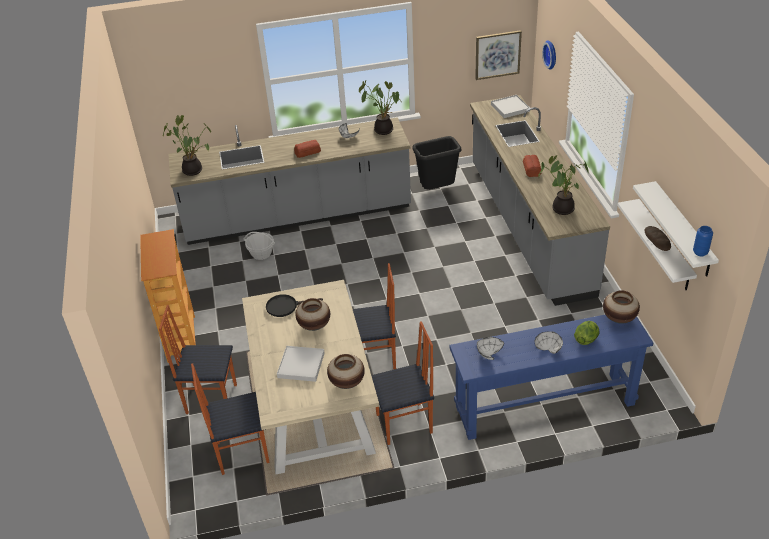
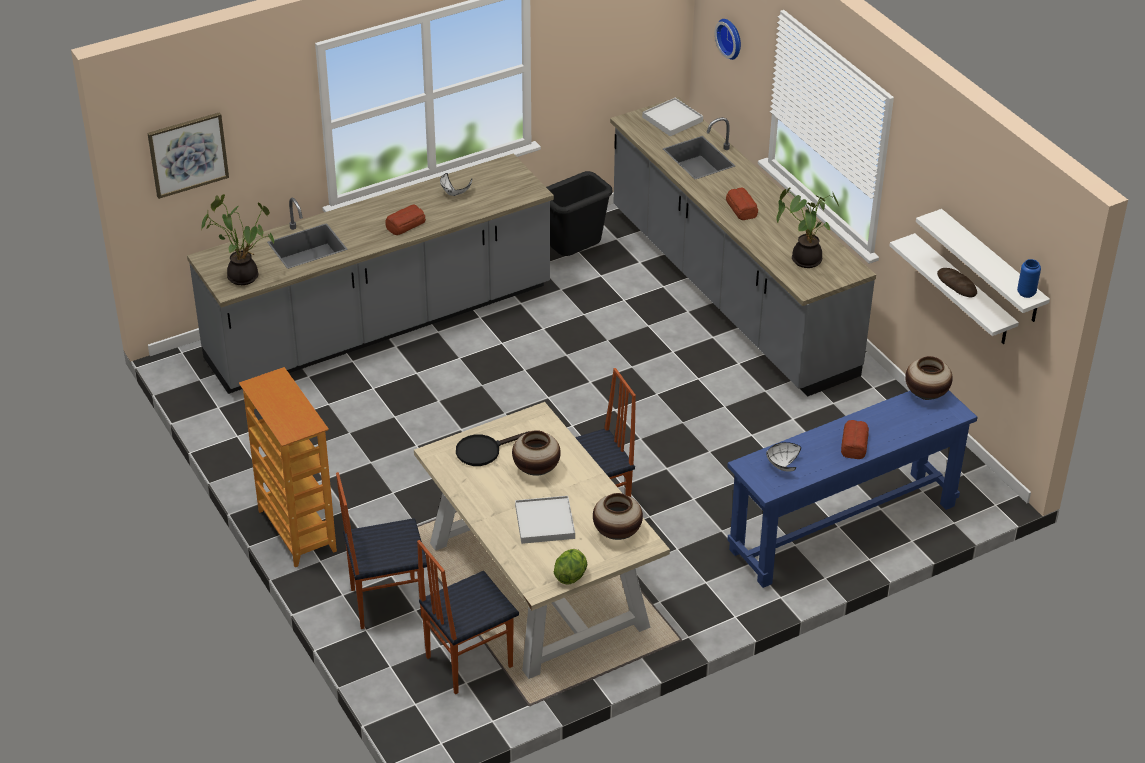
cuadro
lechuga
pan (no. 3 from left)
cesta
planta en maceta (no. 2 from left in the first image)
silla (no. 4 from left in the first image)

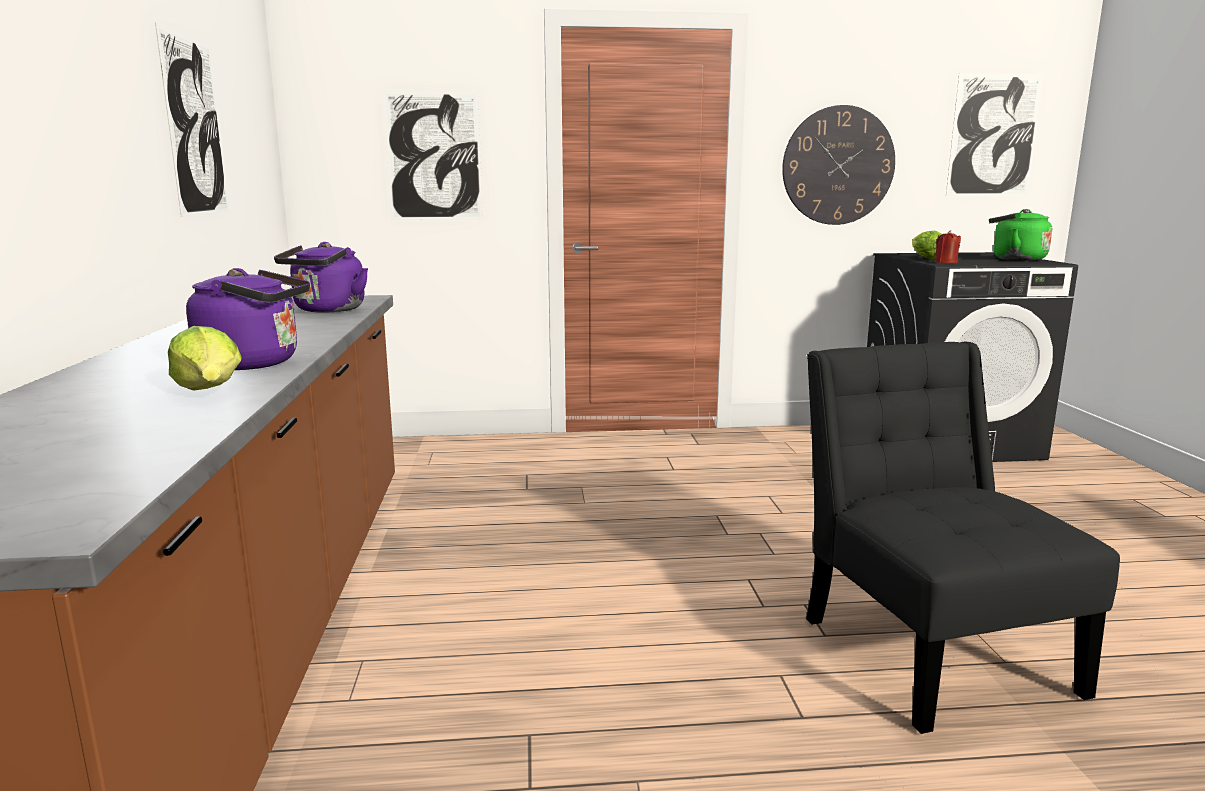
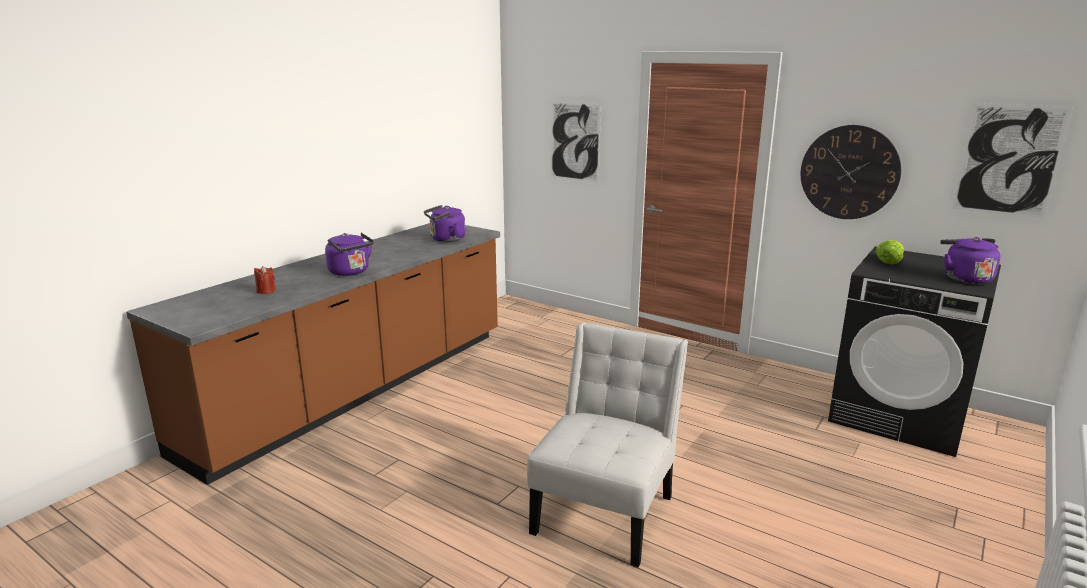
vela [rojo]
silla [blanco]
hervidor [morado] (no. 3 from left)
cuadro (no. 1 from left in the first image)
lechuga (no. 1 from left in the first image)

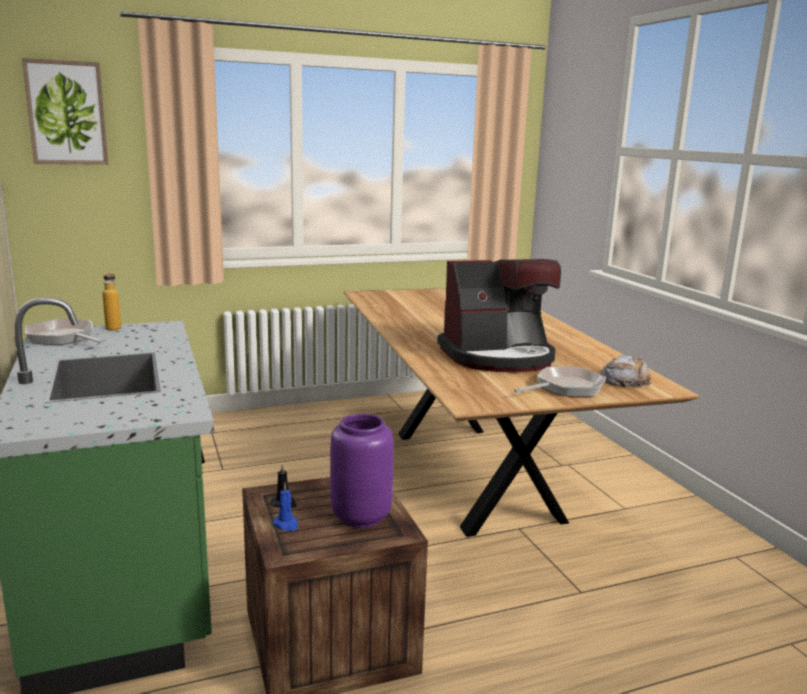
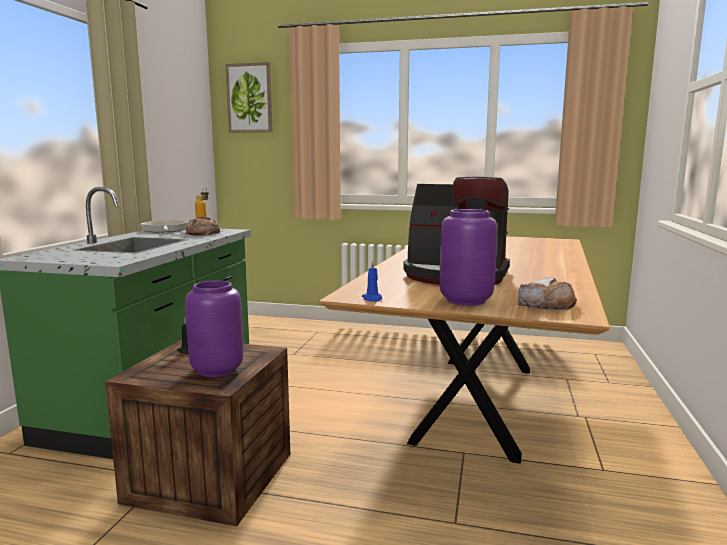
pan (no. 1 from left)
vela [azul]
florero [morado] (no. 2 from left)

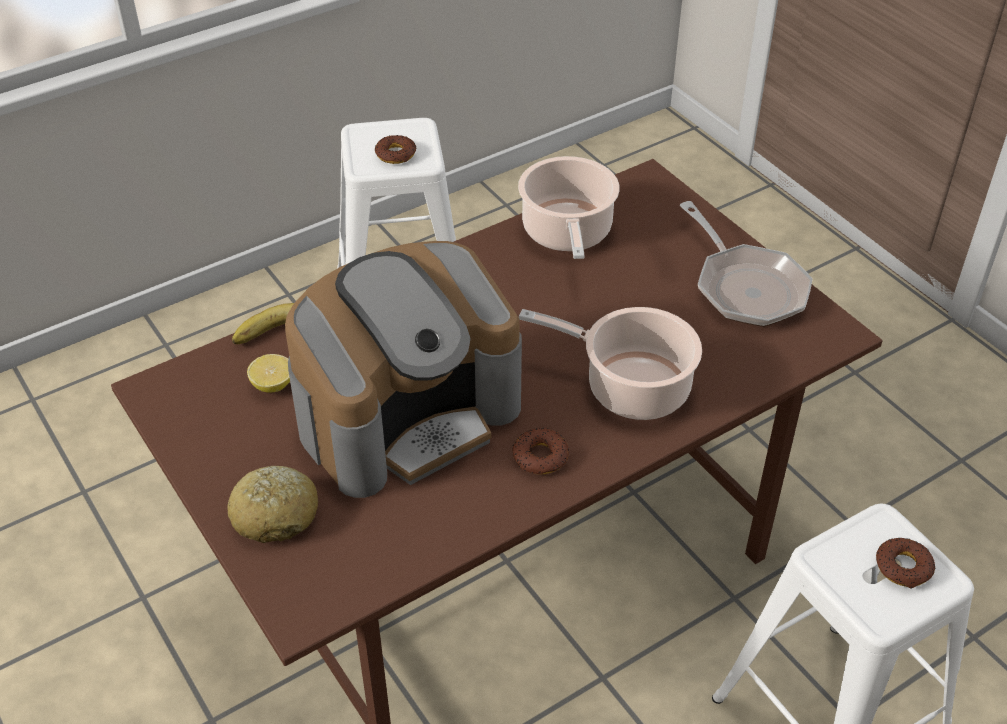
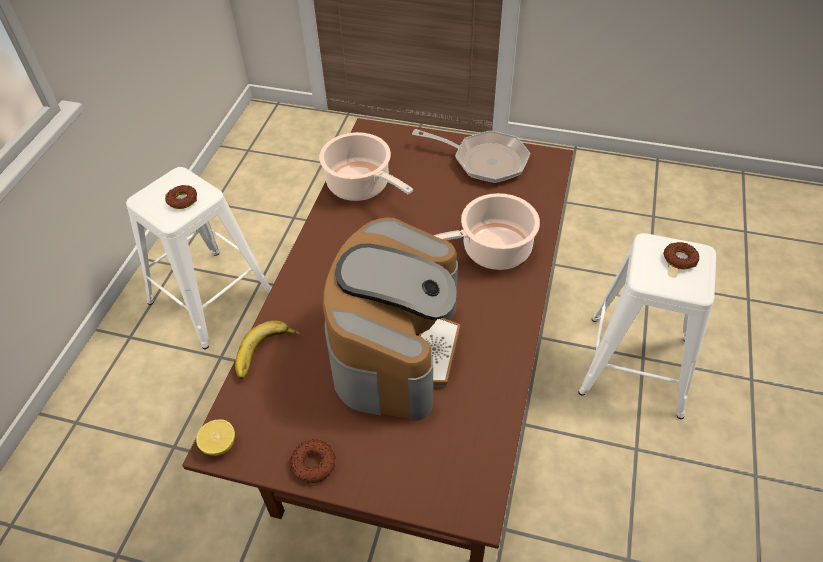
limón
rosquilla (no. 2 from left)
pan

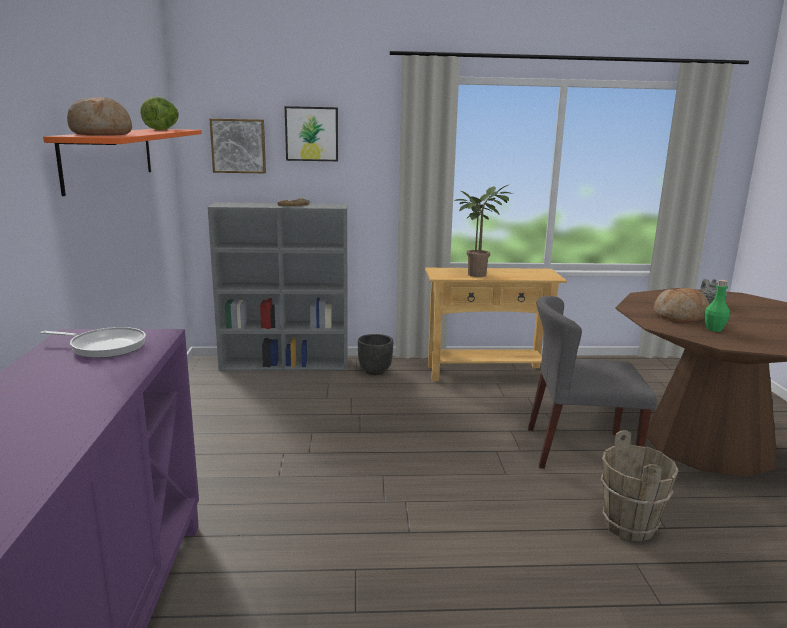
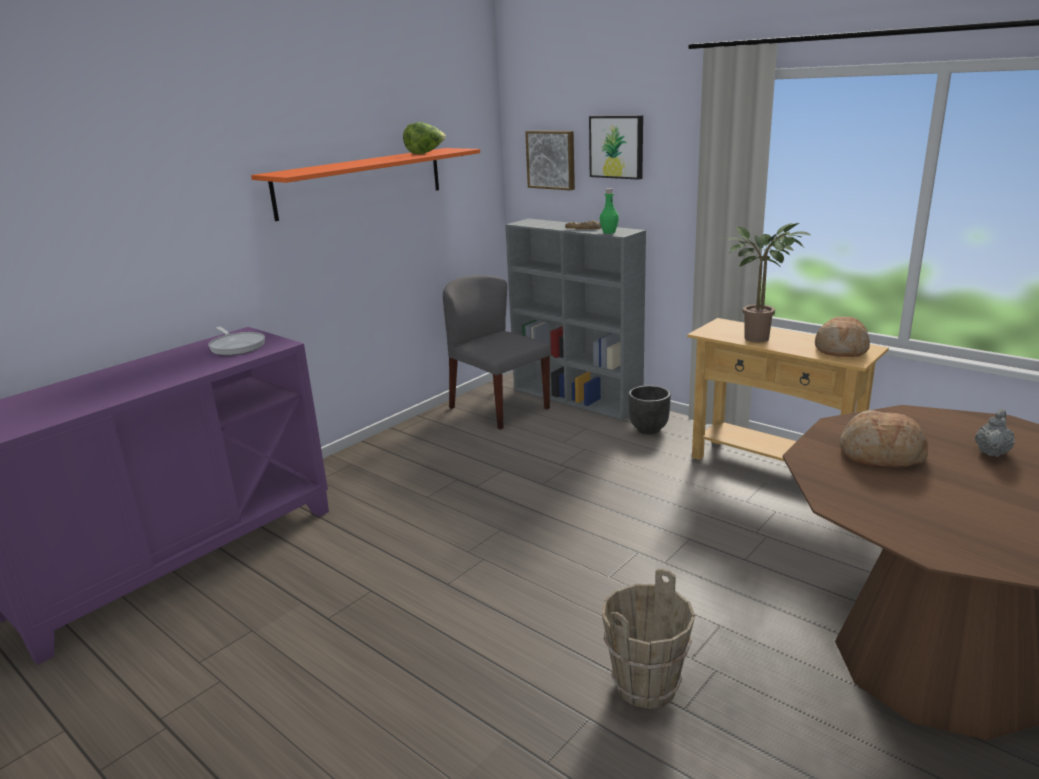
silla [gris]
botella [verde]
pan (no. 2 from left)

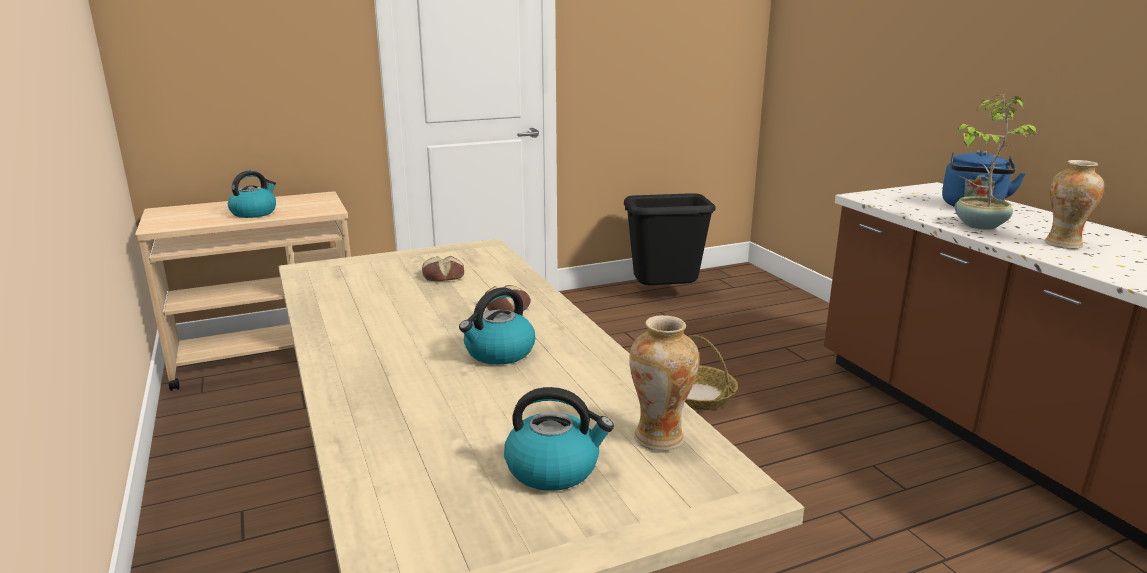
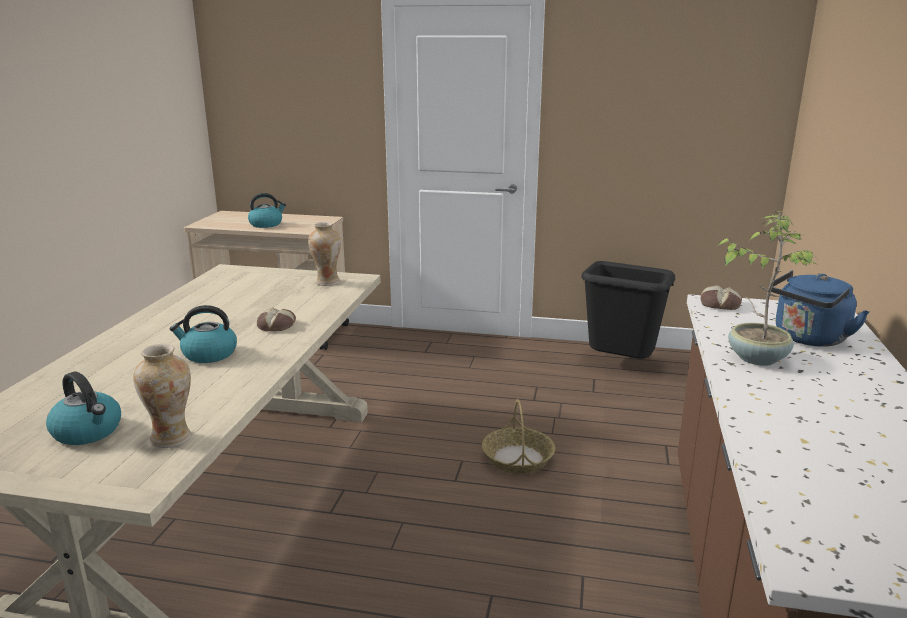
florero (no. 2 from left)
pan (no. 2 from left)

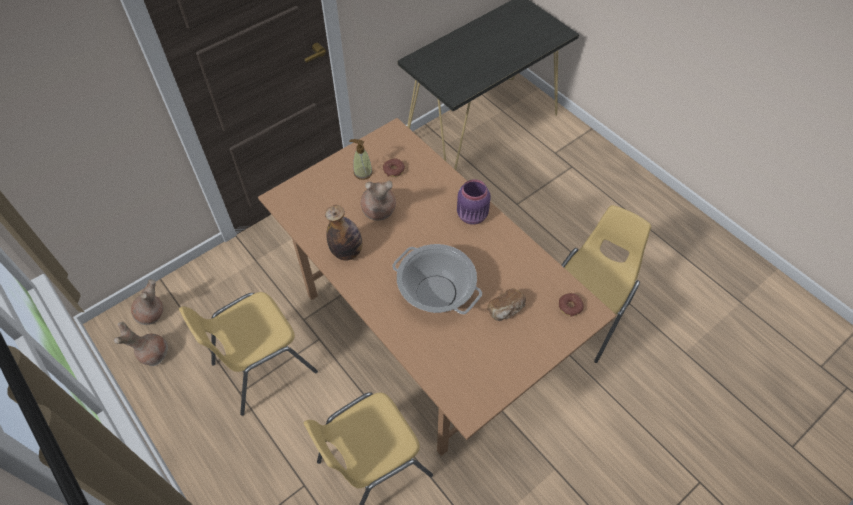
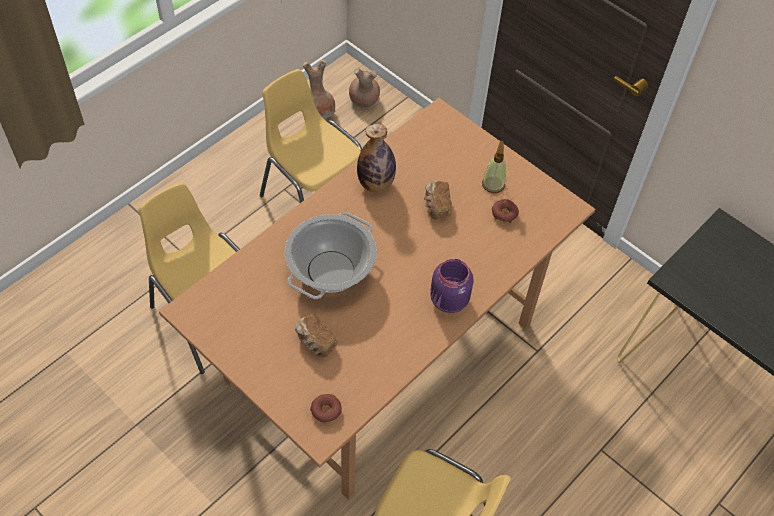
pan (no. 2 from left)

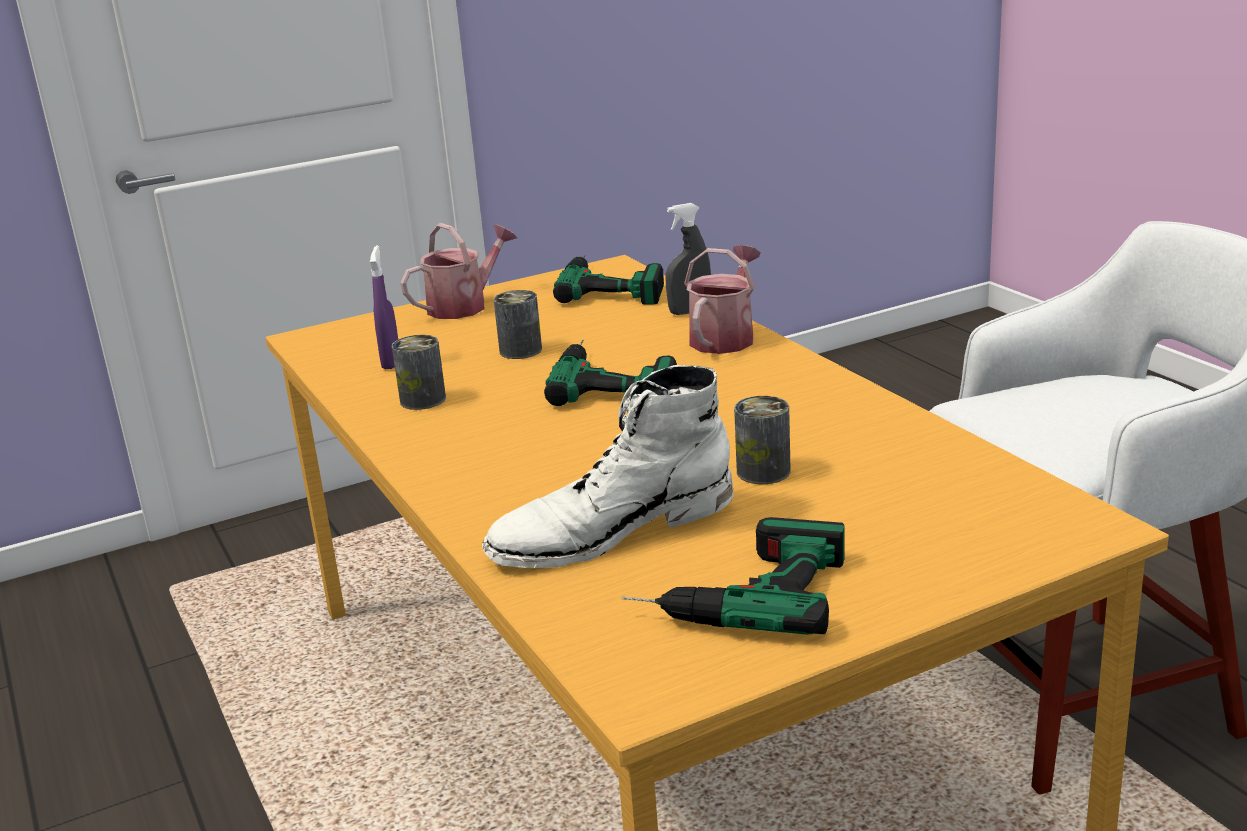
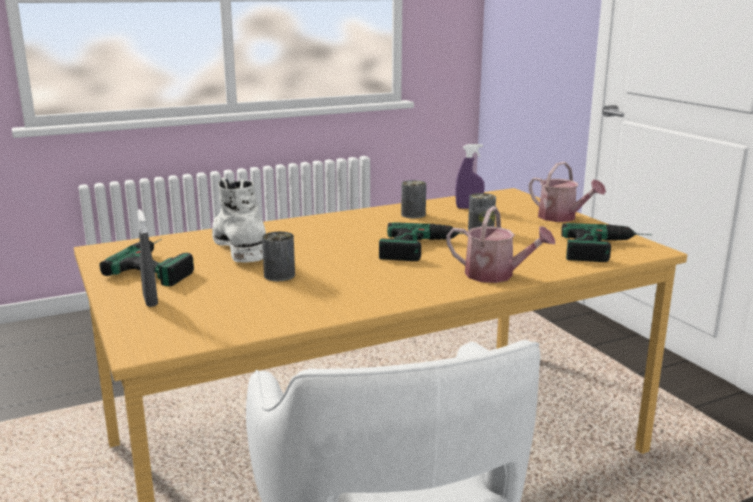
pulverizador [gris]

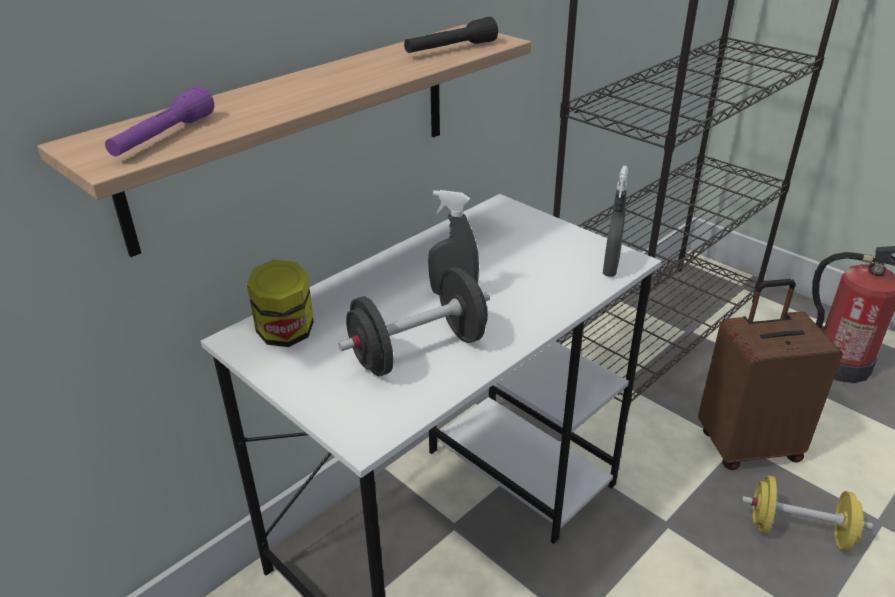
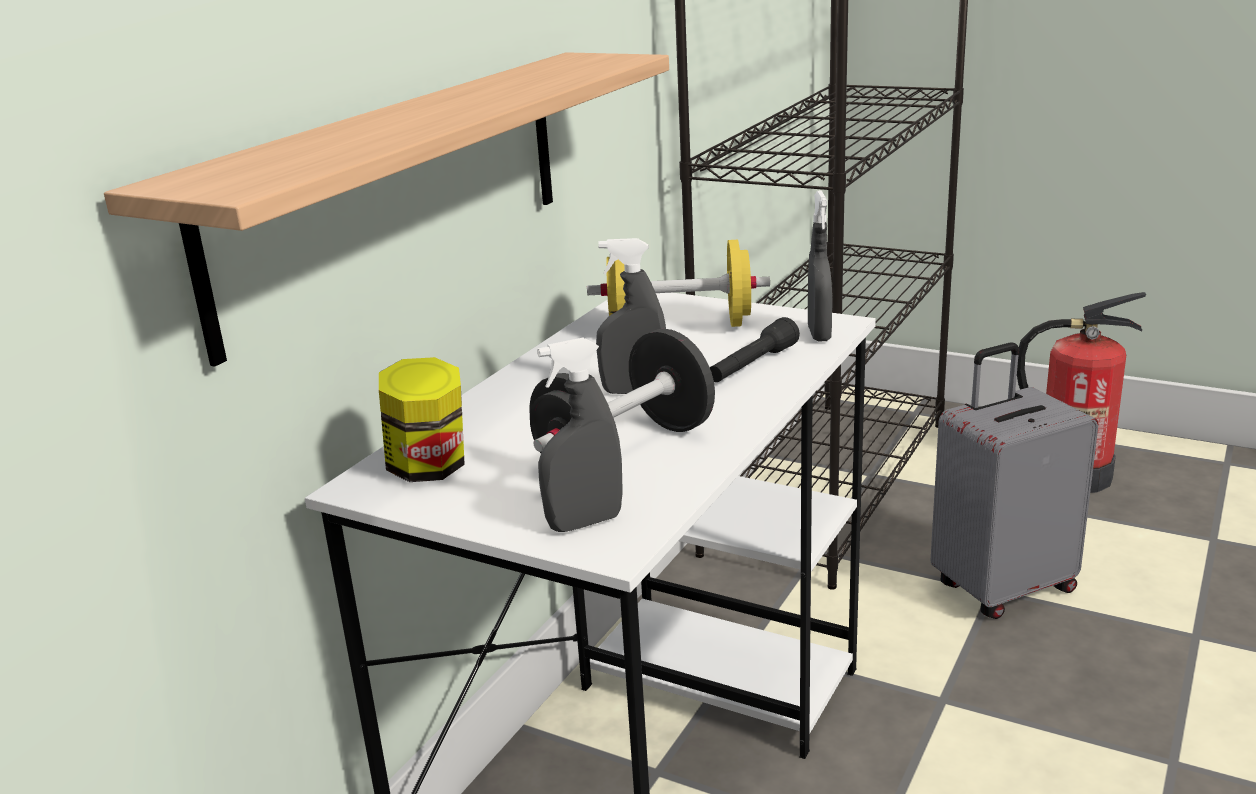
pulverizador [gris] (no. 1 from left)
mancuerna [amarillo]
linterna [negro]
maleta [gris]
linterna [morado]

